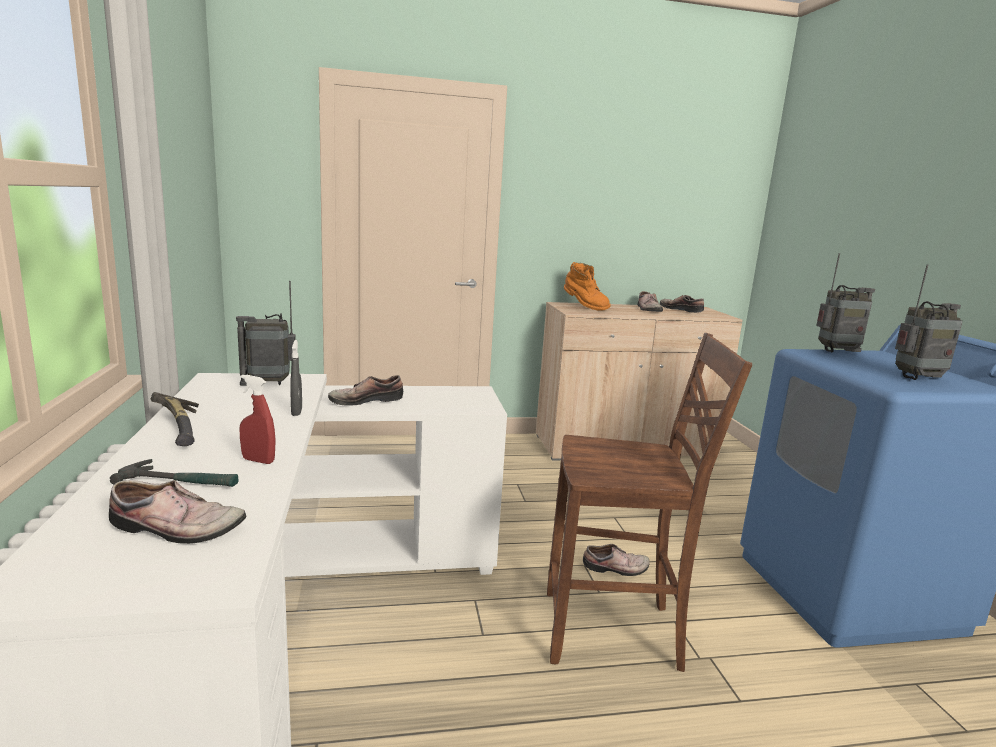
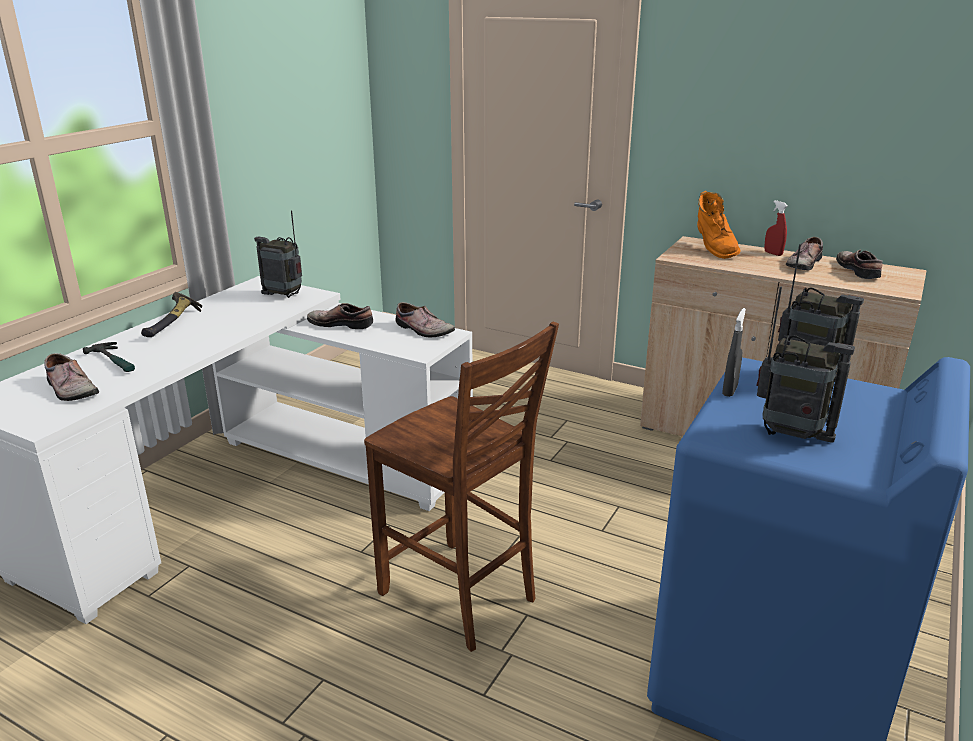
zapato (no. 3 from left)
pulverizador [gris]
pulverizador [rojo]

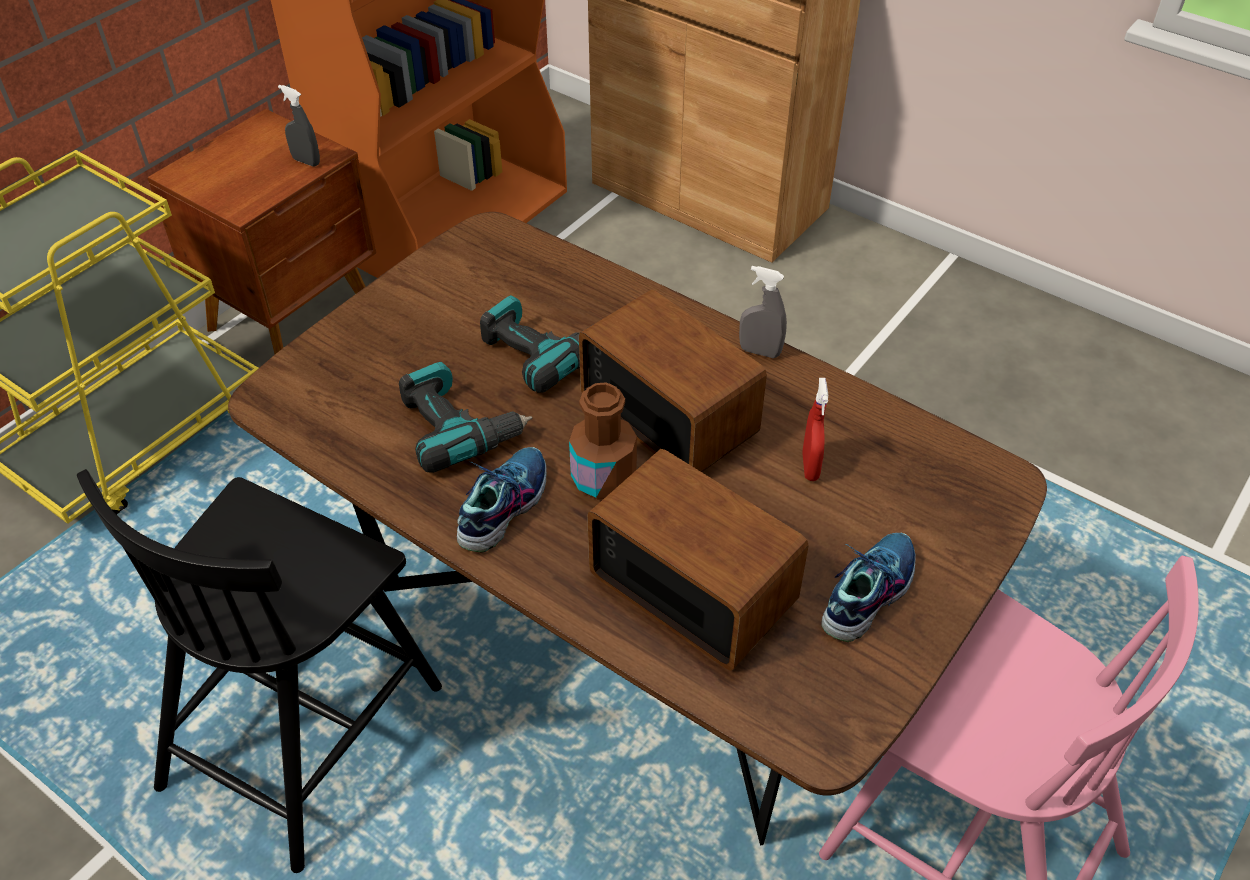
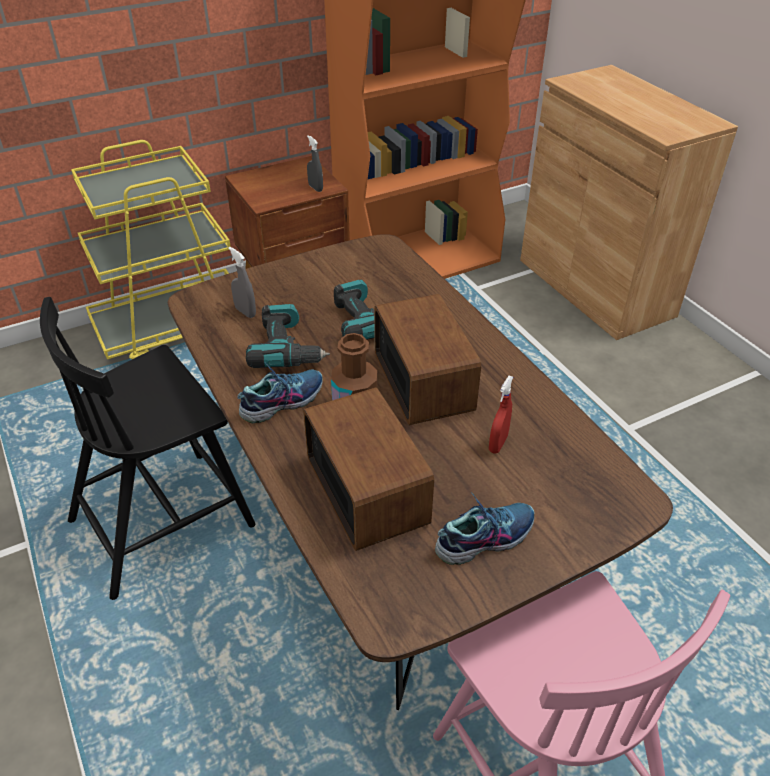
pulverizador [gris] (no. 1 from left)

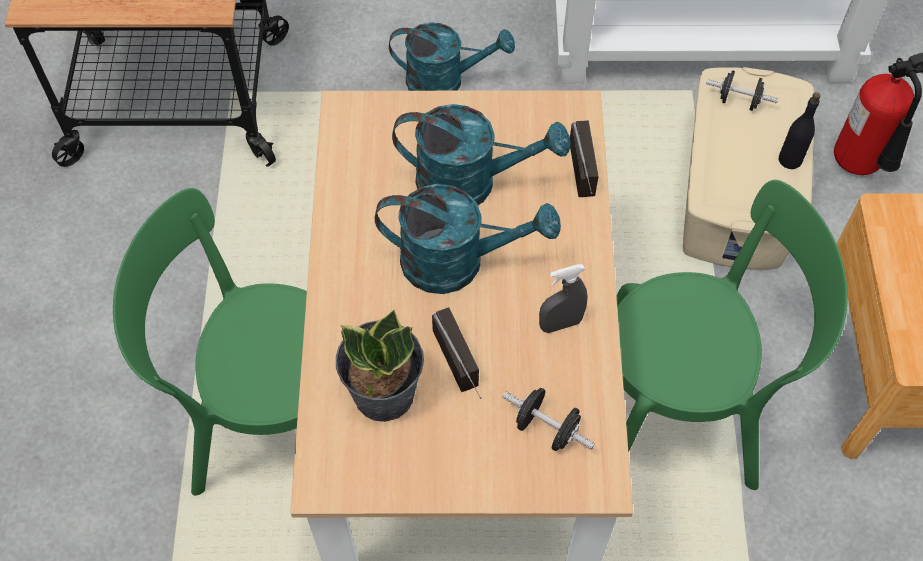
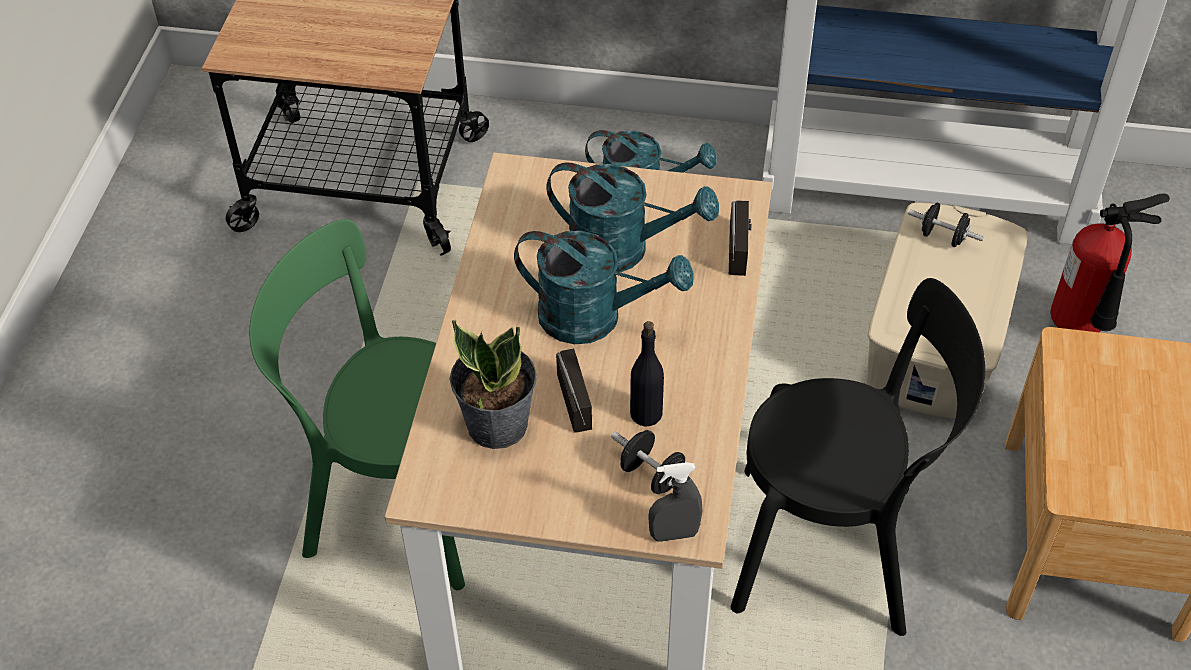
botella [negro]
pulverizador [gris]
silla [negro]

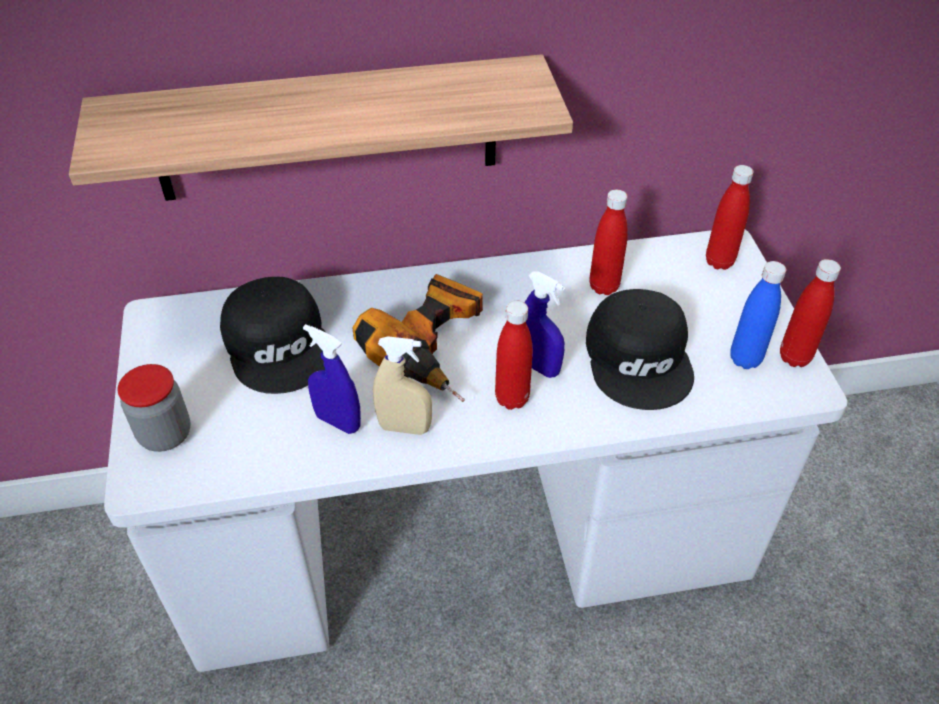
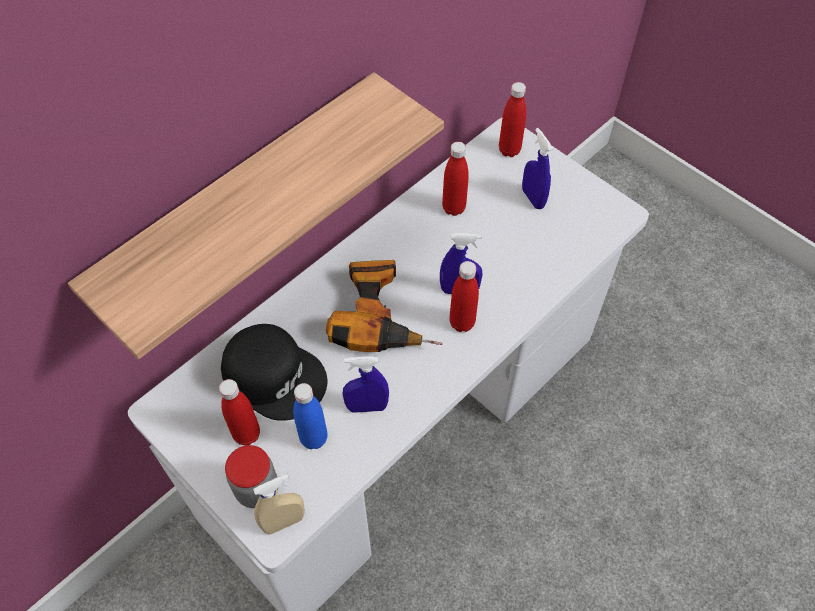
botella [rojo] (no. 1 from left)
pulverizador [beis]
botella [azul]
pulverizador [azul] (no. 3 from left)
gorra [negro] (no. 2 from left in the first image)

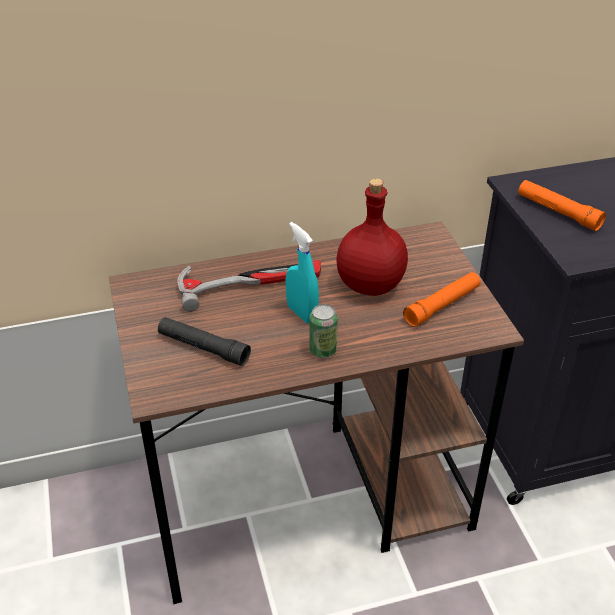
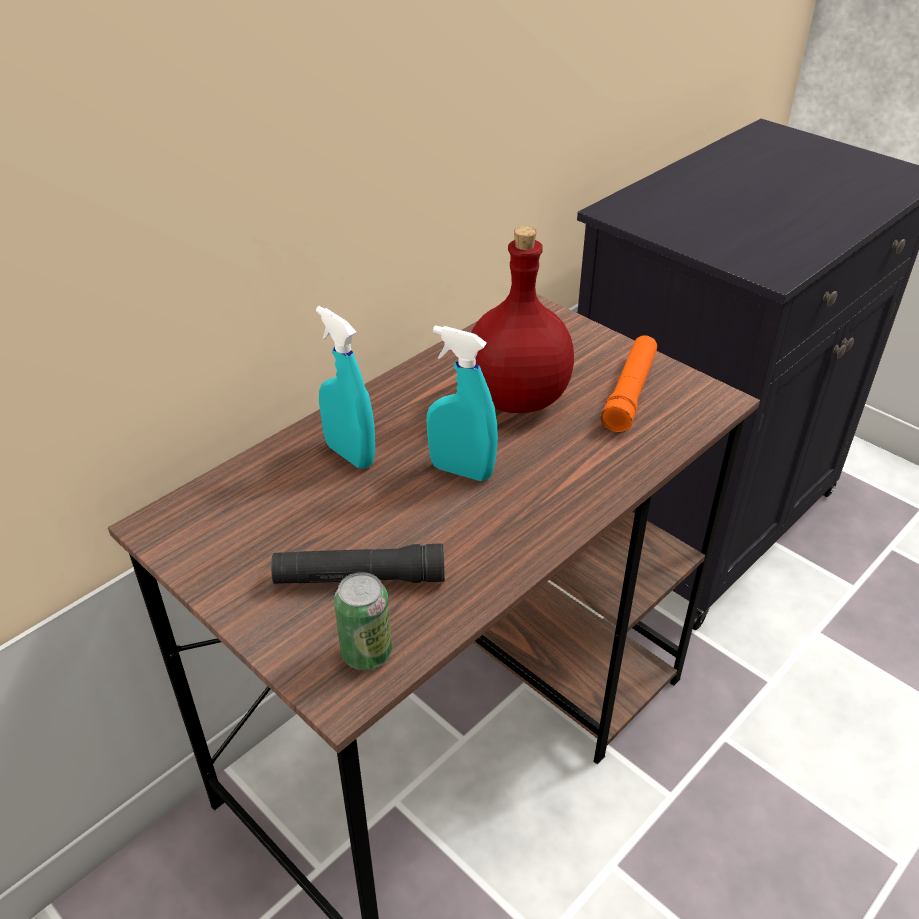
pulverizador [turquesa] (no. 1 from left)
lata
linterna [naranja] (no. 2 from left in the first image)

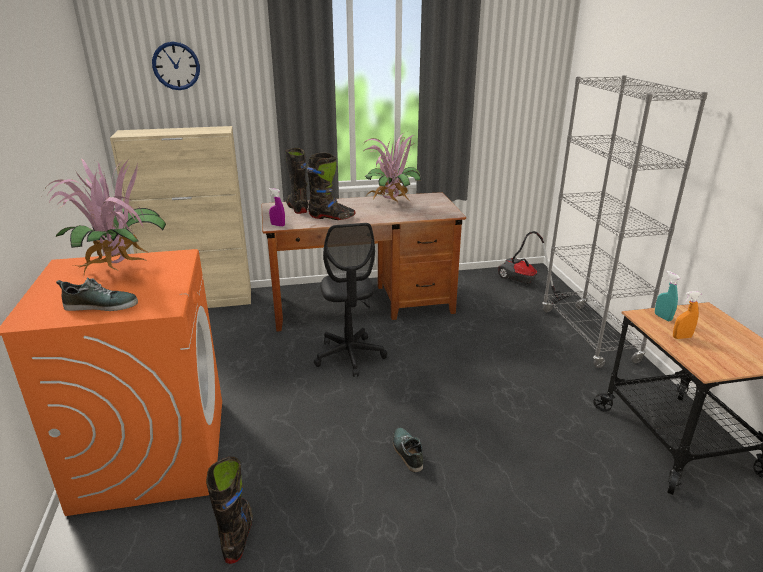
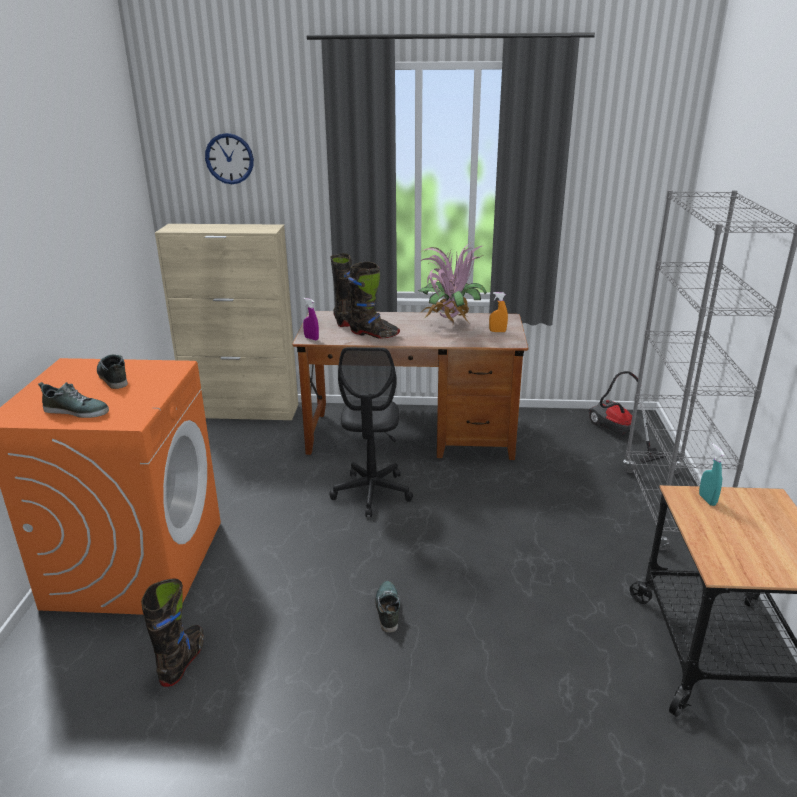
zapato (no. 2 from left)
pulverizador [naranja]

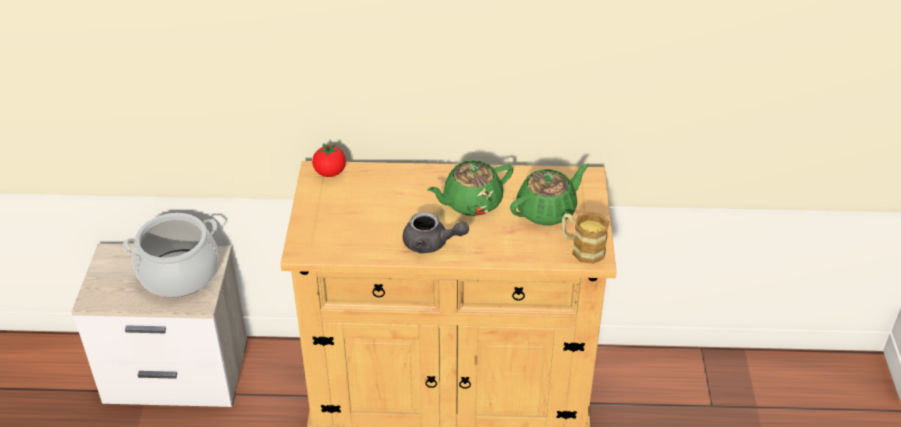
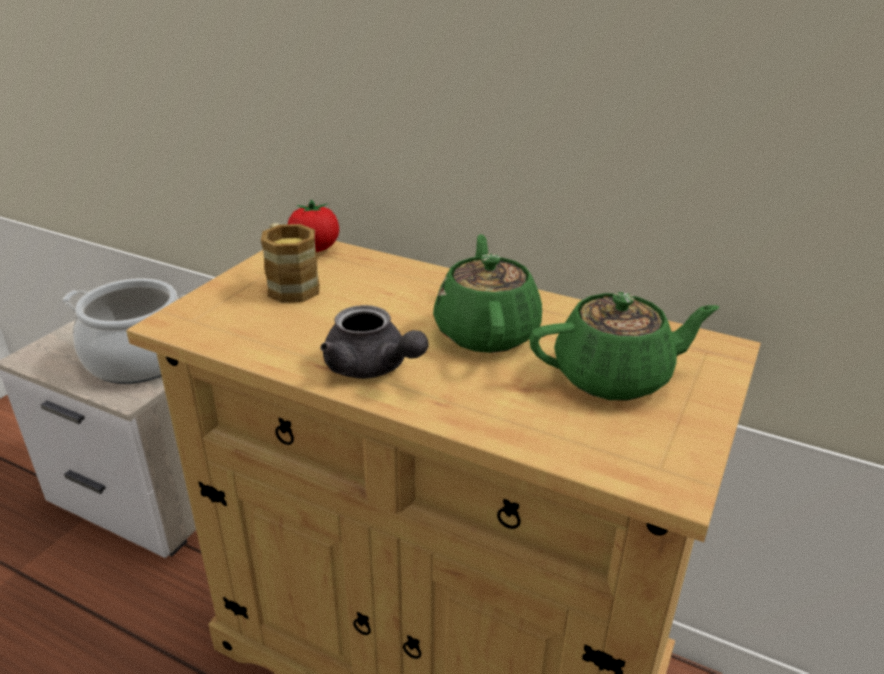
taza grande
tetera [verde] (no. 1 from left)

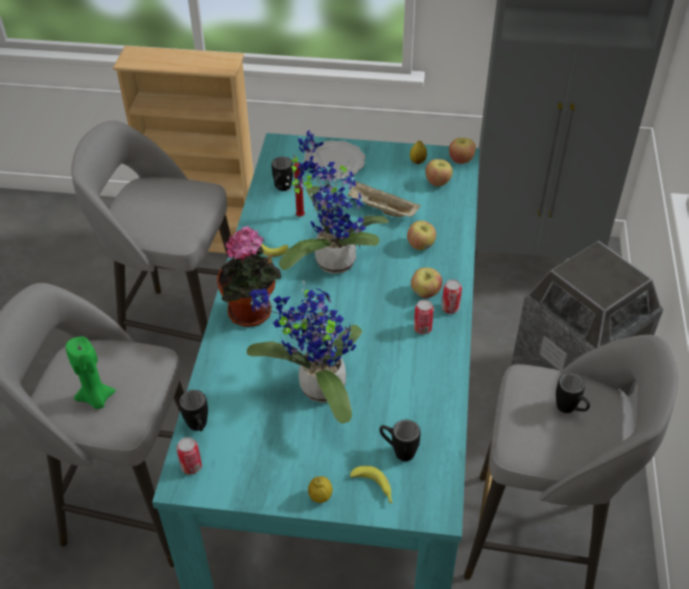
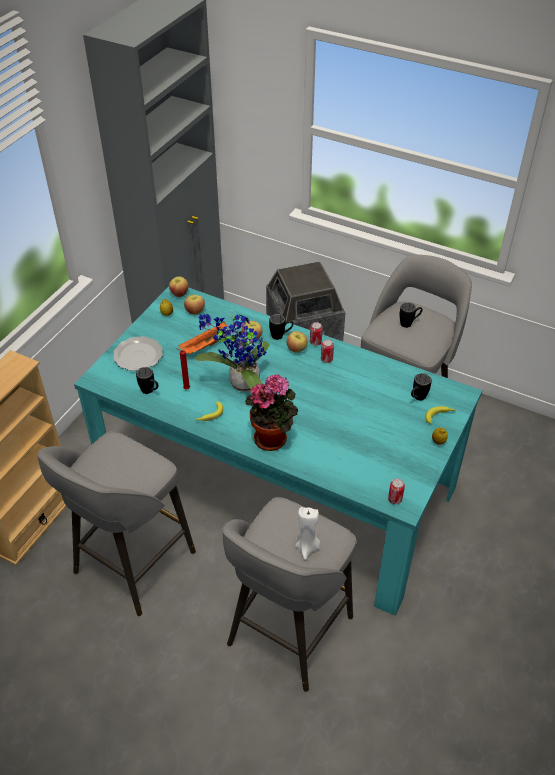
bandeja [naranja]
taza grande [negro] (no. 2 from left)
vela [blanco]
planta en maceta (no. 2 from left in the first image)

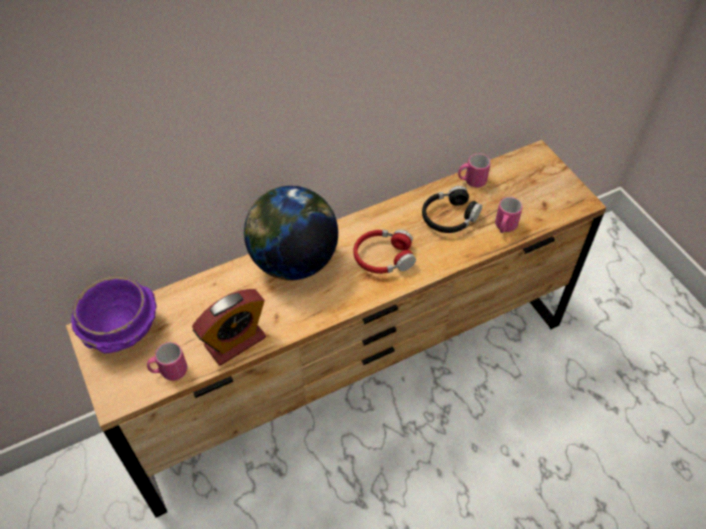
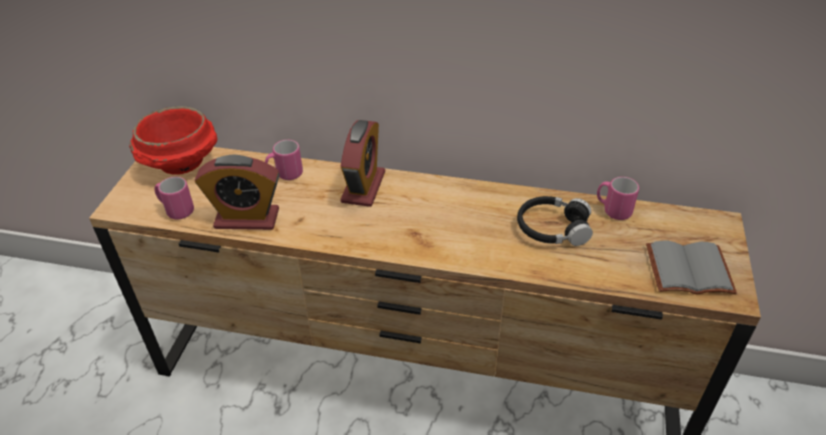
cuenco [rojo]
taza grande [rosa] (no. 2 from left)
despertador (no. 2 from left)
libro [gris]
auriculares [rojo]

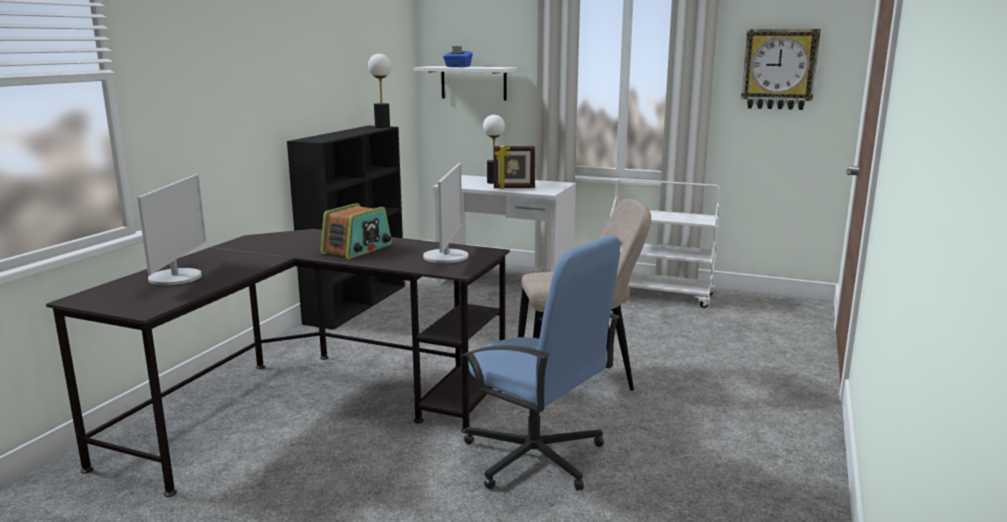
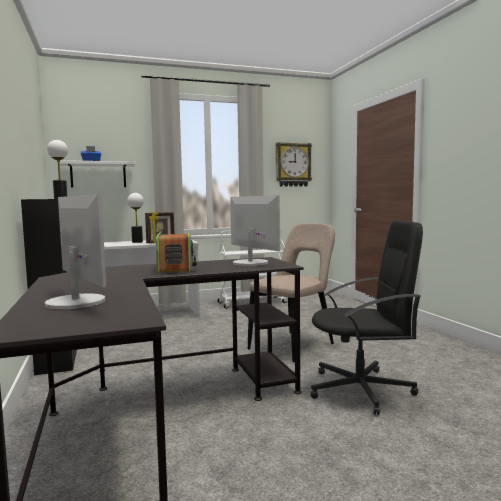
silla de oficina [negro]

